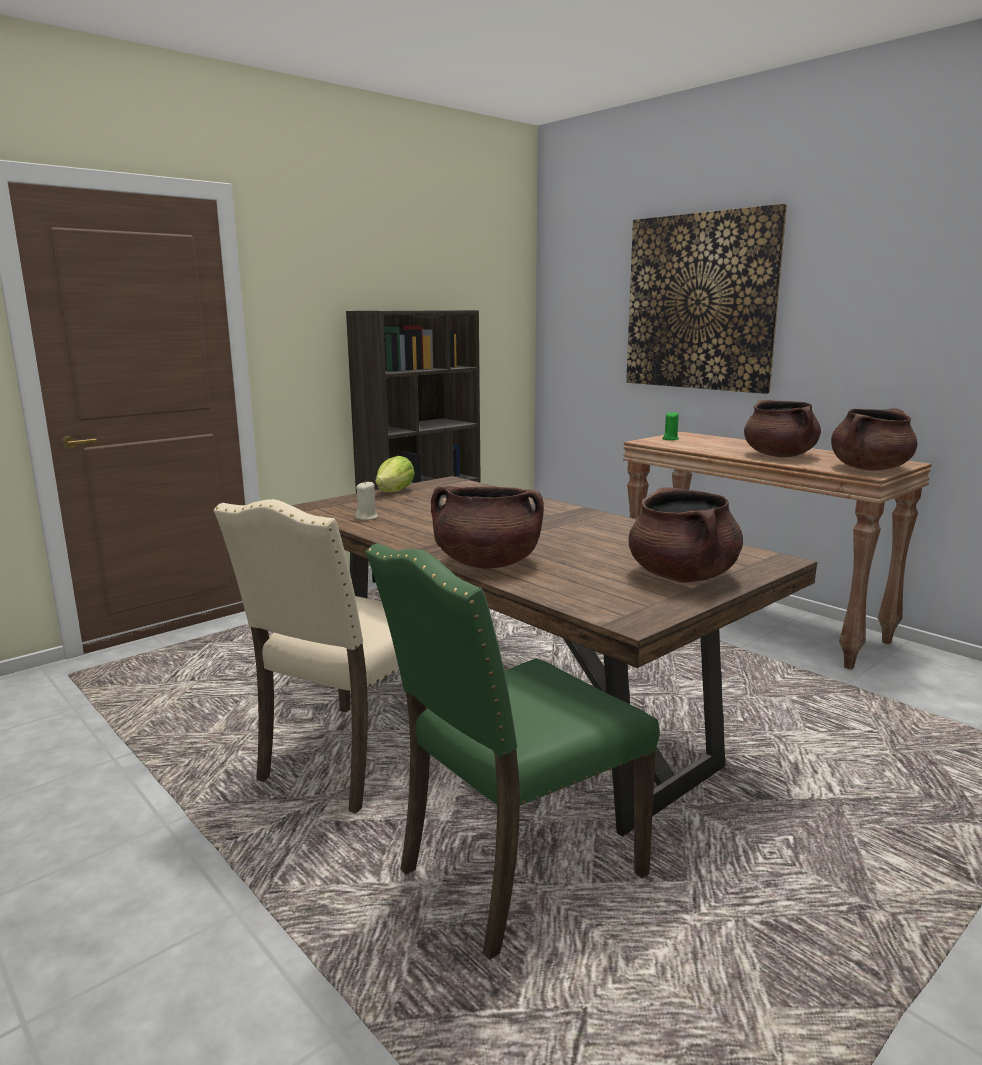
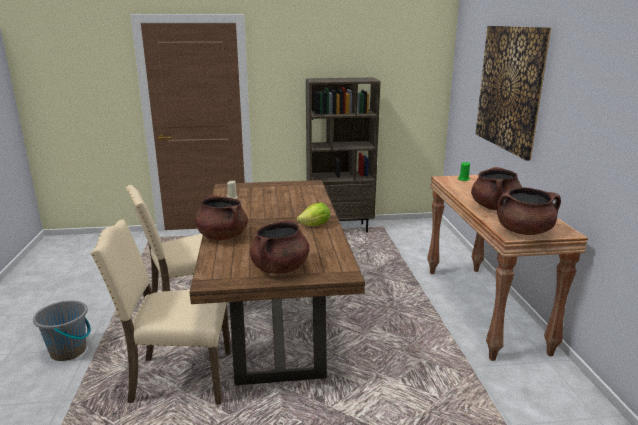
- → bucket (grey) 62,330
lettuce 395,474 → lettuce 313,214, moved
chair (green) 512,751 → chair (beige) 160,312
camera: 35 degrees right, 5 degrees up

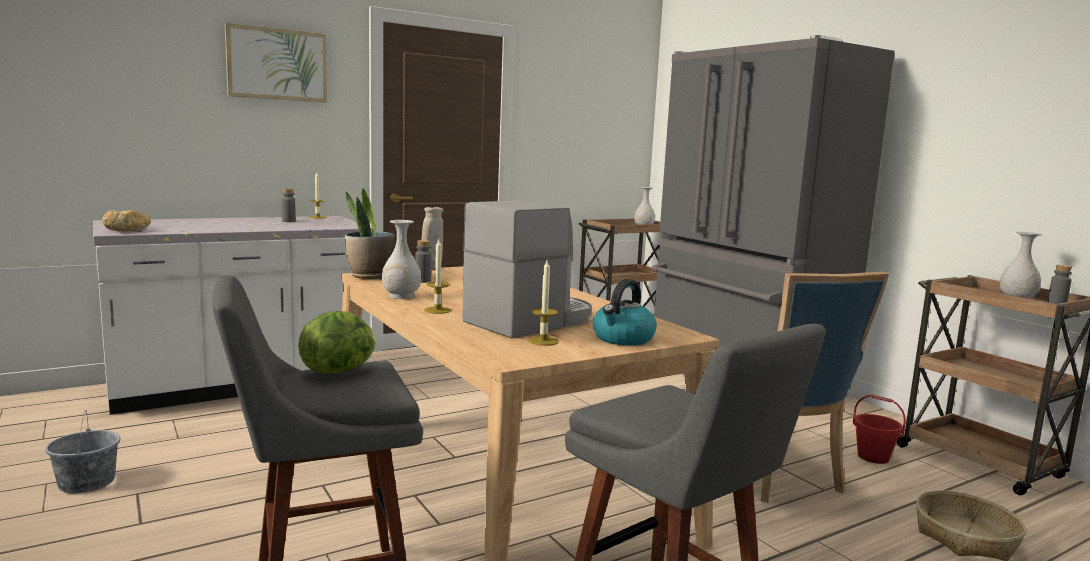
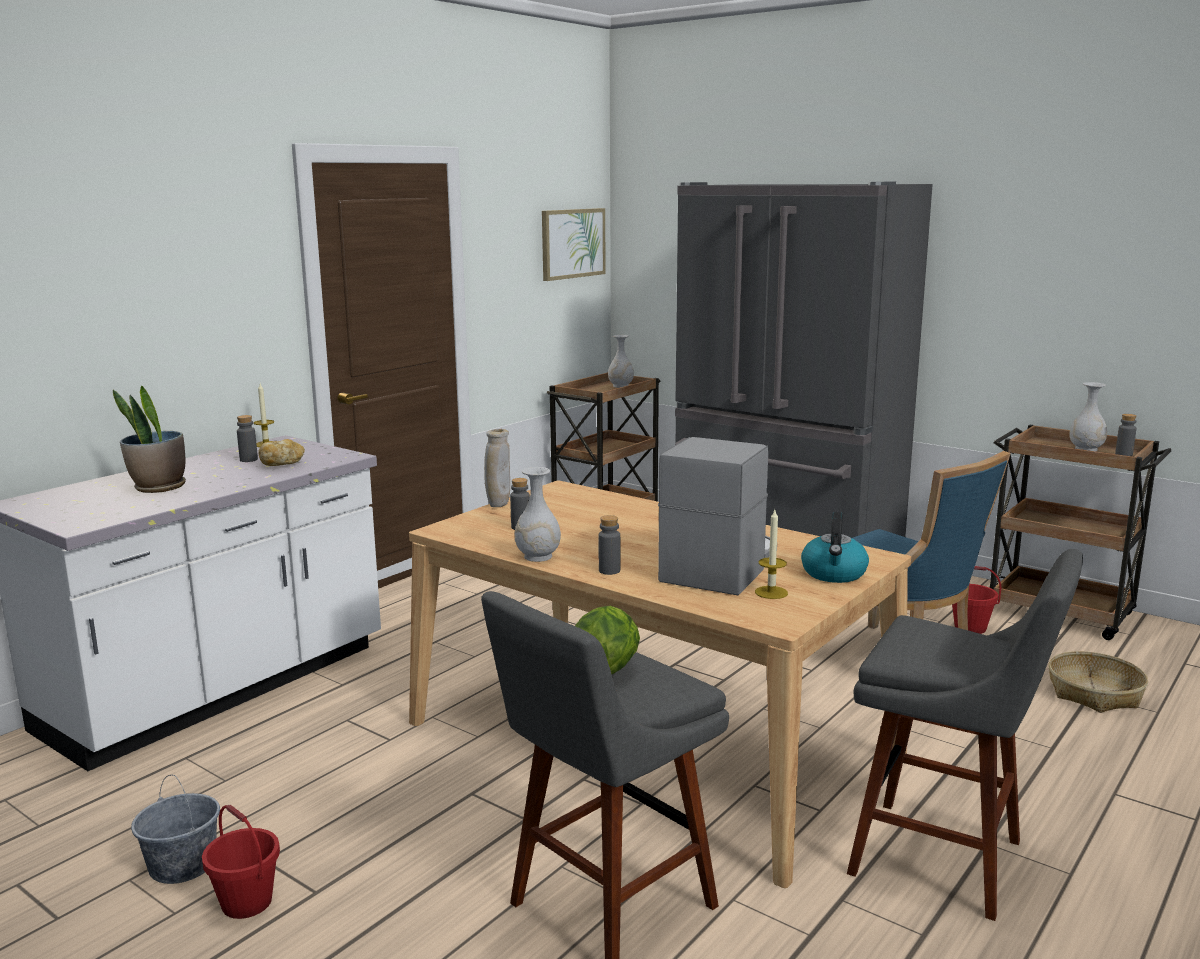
- → bucket (red) 241,862
bread 126,220 → bread 281,452, moved
picture 276,62 → picture 574,244, moved
potted plant 370,233 → potted plant 149,439, moved
candle 437,277 → bottle (grey) 609,545
camera: 20 degrees left, 5 degrees up

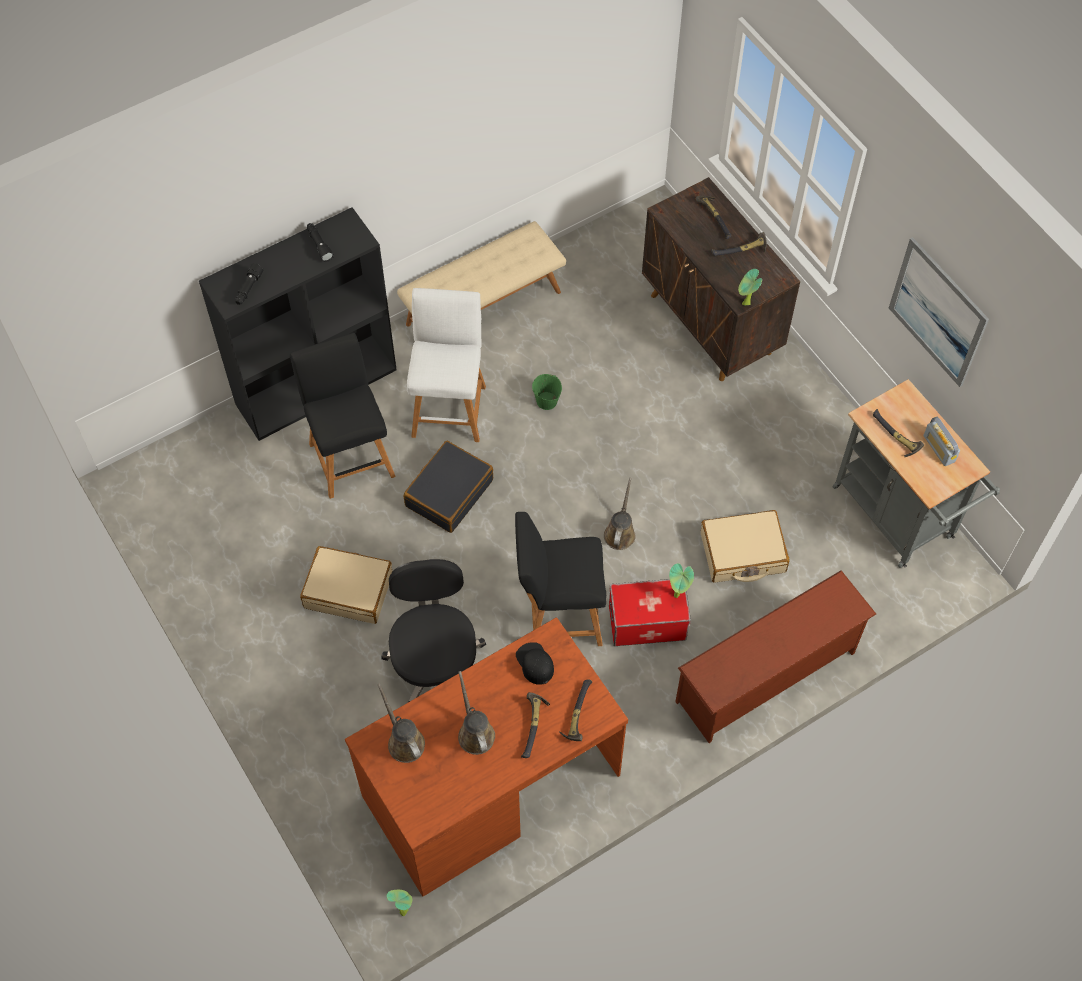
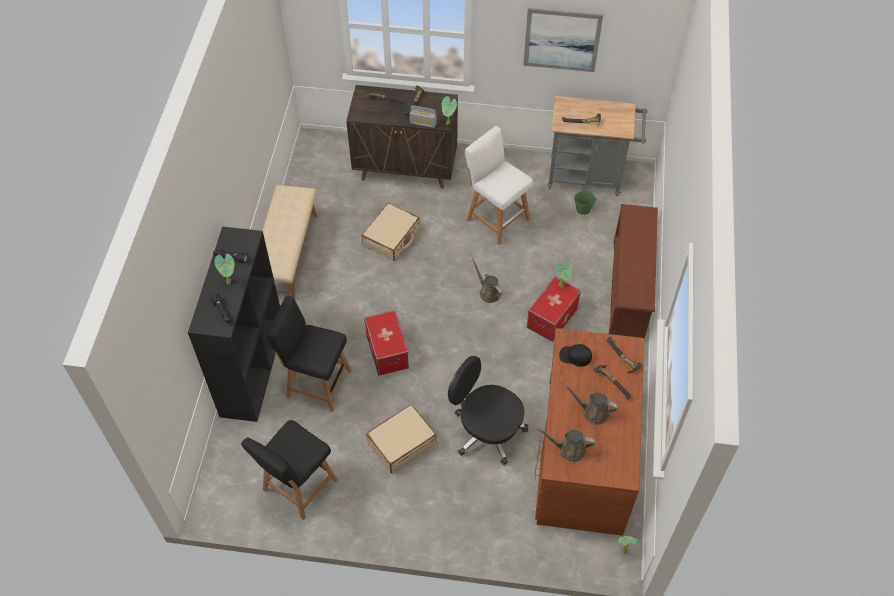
- → potted plant 224,269
stool (white) 446,365 → stool (white) 499,185, moved
stool (black) 560,579 → stool (black) 289,470, moved
bucket (green) 547,392 → bucket (green) 585,201, moved
suitcase (beige) 745,546 → suitcase (beige) 391,232, moved
radio 942,441 → radio 423,116, moved
suitcase (black) 448,487 → storage box 386,343
camera: 50 degrees left, 5 degrees down

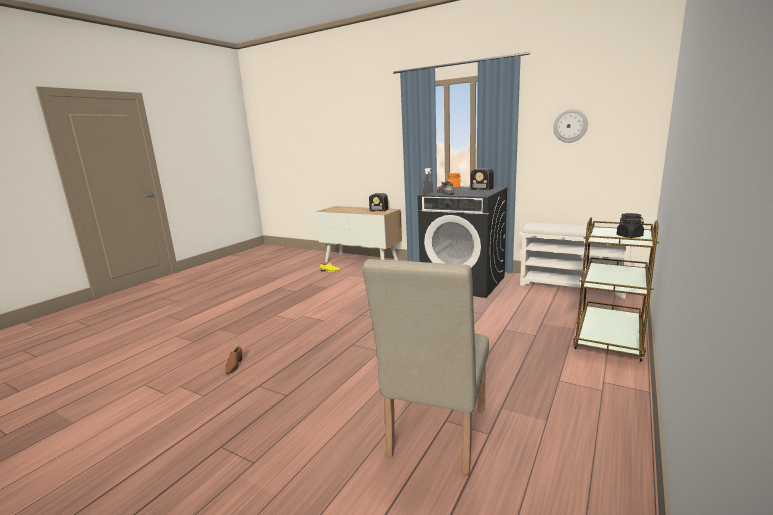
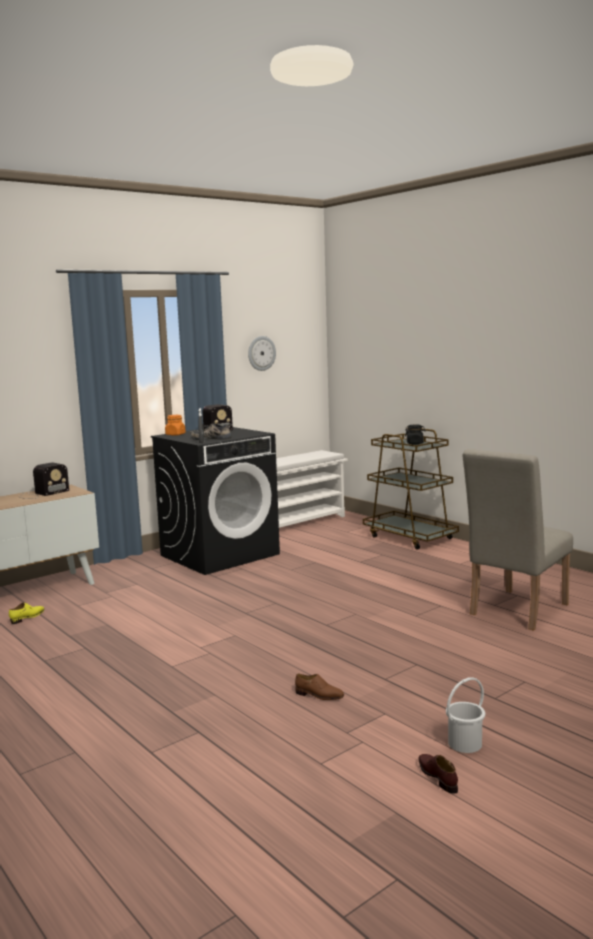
- → shoe (brown) 438,774
- → bucket (white) 465,715
chair (beige) 425,367 → chair (beige) 517,540, 90 degrees clockwise
camera: 70 degrees left, 5 degrees down

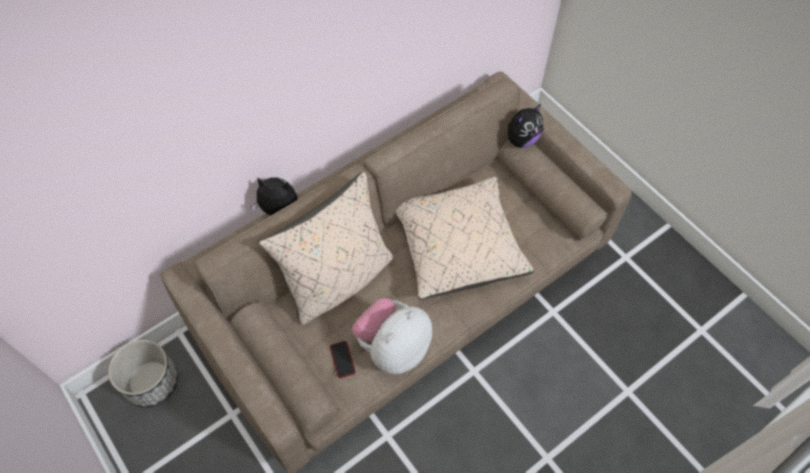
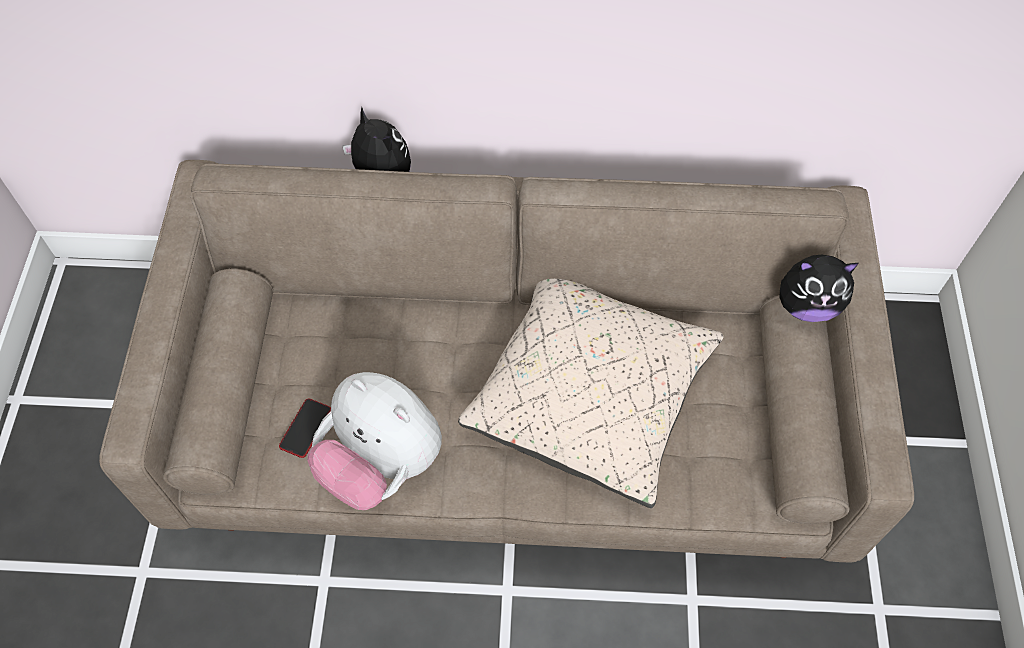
planter 143,374 → -
pillow (beige) 326,248 → -
plush toy 392,336 → plush toy 374,441, 135 degrees counterclockwise
camera: 40 degrees right, 0 degrees up

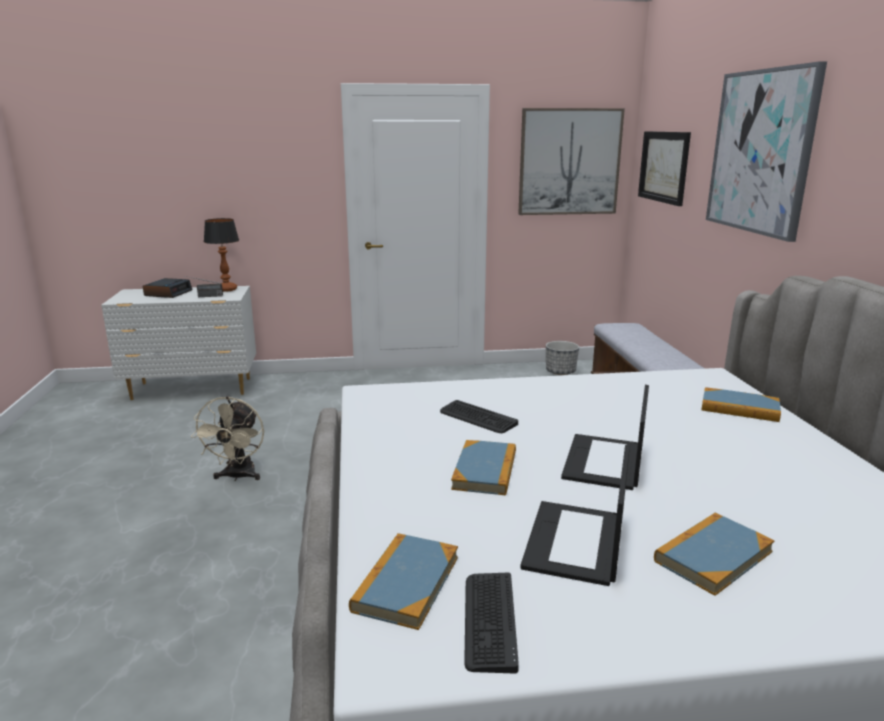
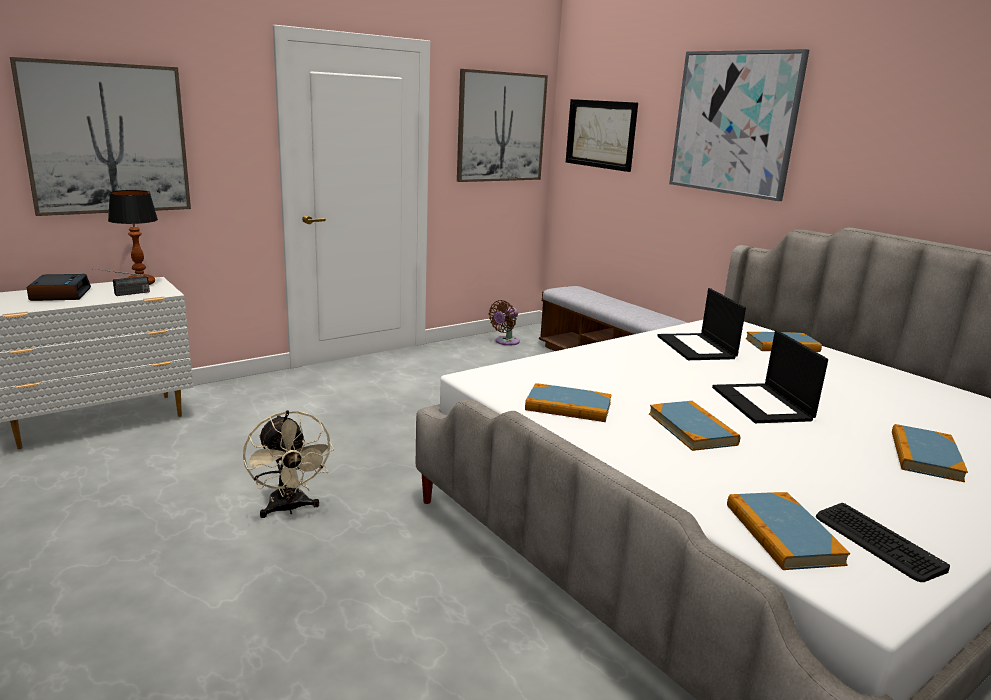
keyboard 479,416 → -
- → picture 100,136
- → book 568,402
laptop 575,515 → laptop 701,324, moved
planter 562,358 → fan (brown) 504,323
camera: 30 degrees left, 0 degrees up

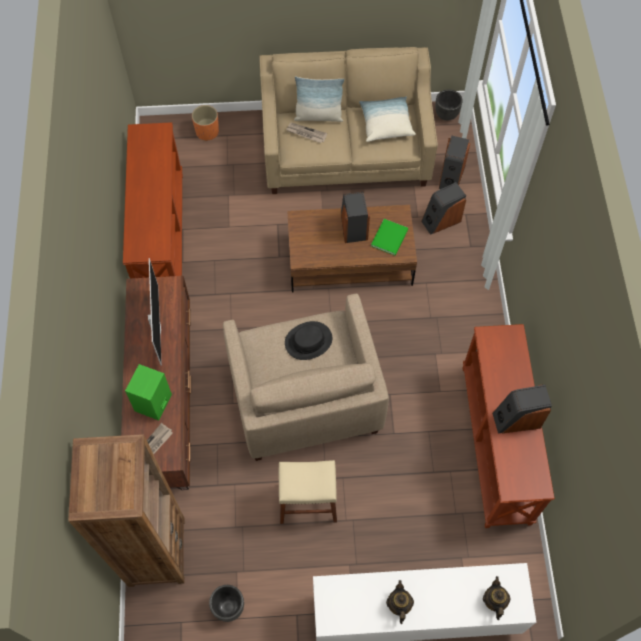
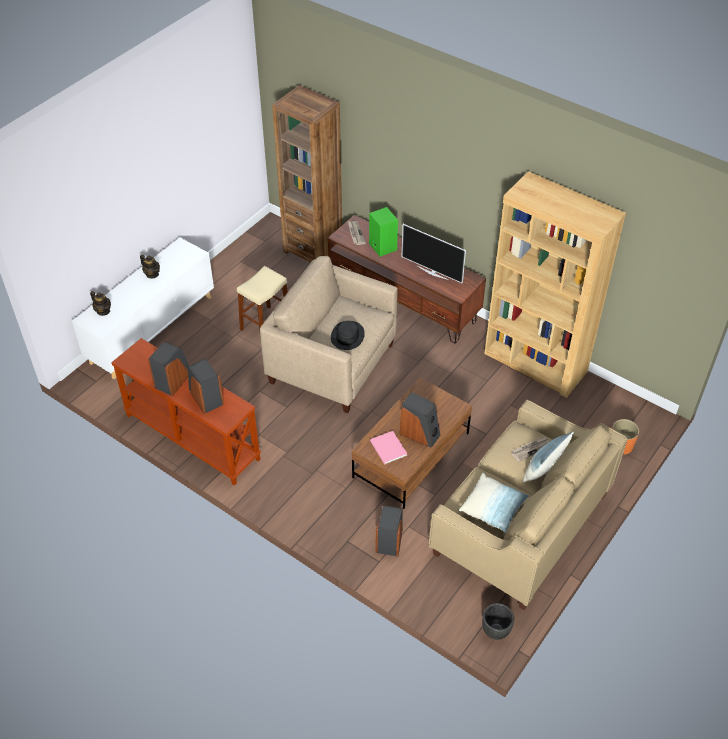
planter (black) 226,603 → -
speaker 455,162 → speaker 205,386, moved
console table (brown) 153,200 → bookcase (brown) 555,284
book (green) 389,237 → book (pink) 388,447
camera: 130 degrees right, 15 degrees down

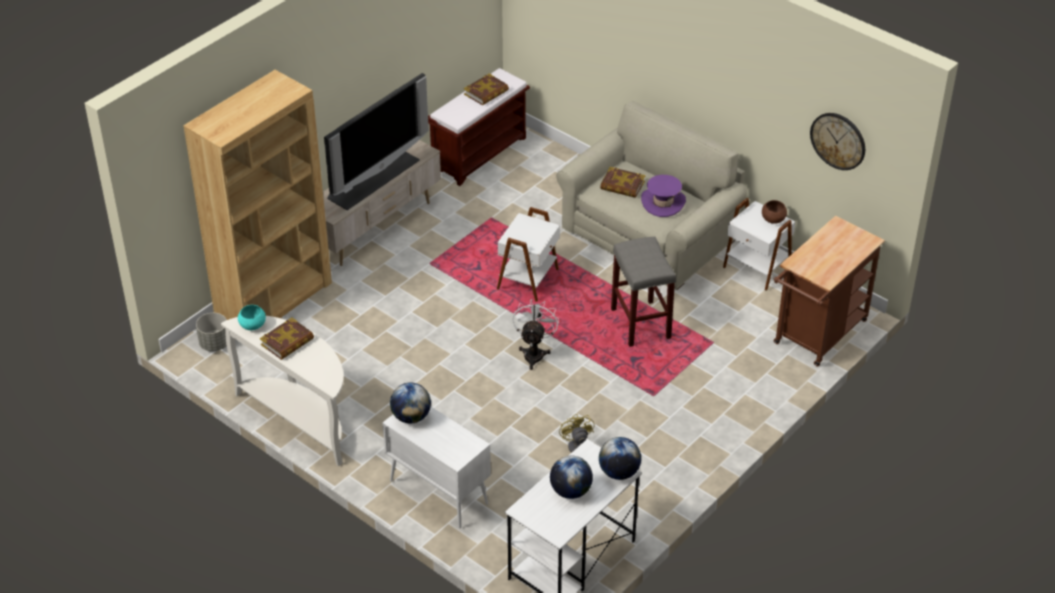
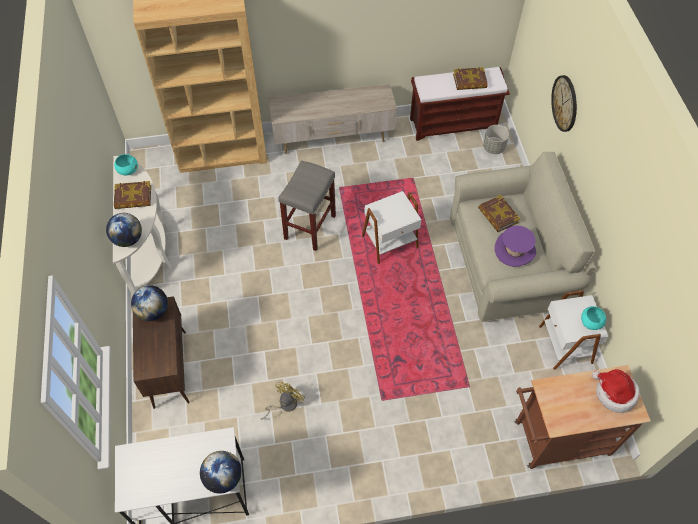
television 376,141 → -
fan (white) 536,335 → -
- → hat 616,391
planter (grey) 211,332 → planter (grey) 496,139, moved
globe 571,477 → globe 124,230, moved
stool (grey) 643,291 → stool (grey) 307,205, moved
wall clock 837,141 → wall clock 564,103, moved
cabinet (white) 436,467 → cabinet (brown) 161,352
bowl (brown) 774,212 → bowl (turquoise) 593,318
camera: 40 degrees right, 15 degrees up

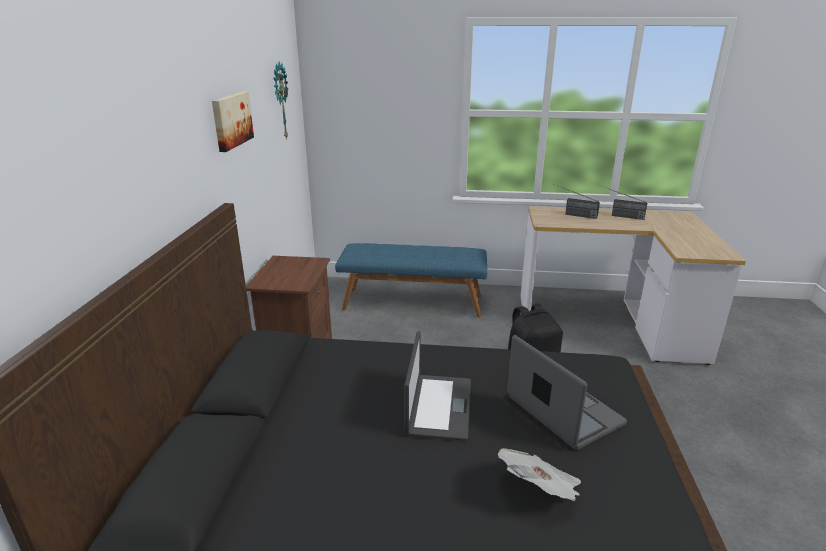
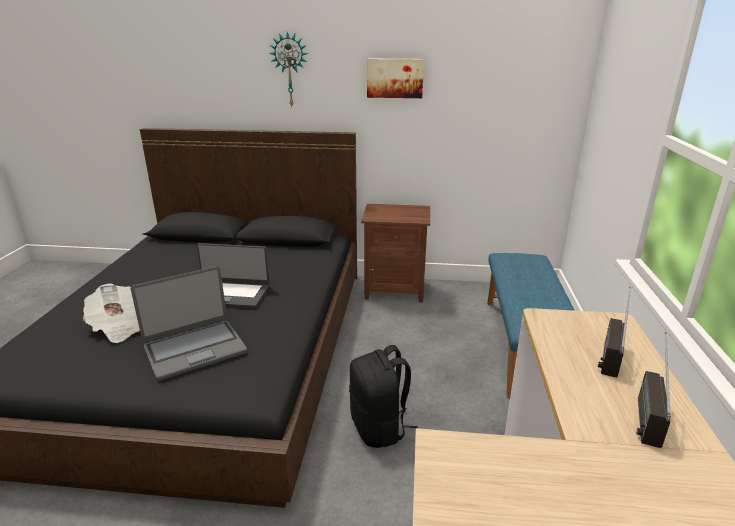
wall clock 280,101 → wall clock 288,69, moved
camera: 90 degrees right, 0 degrees up

